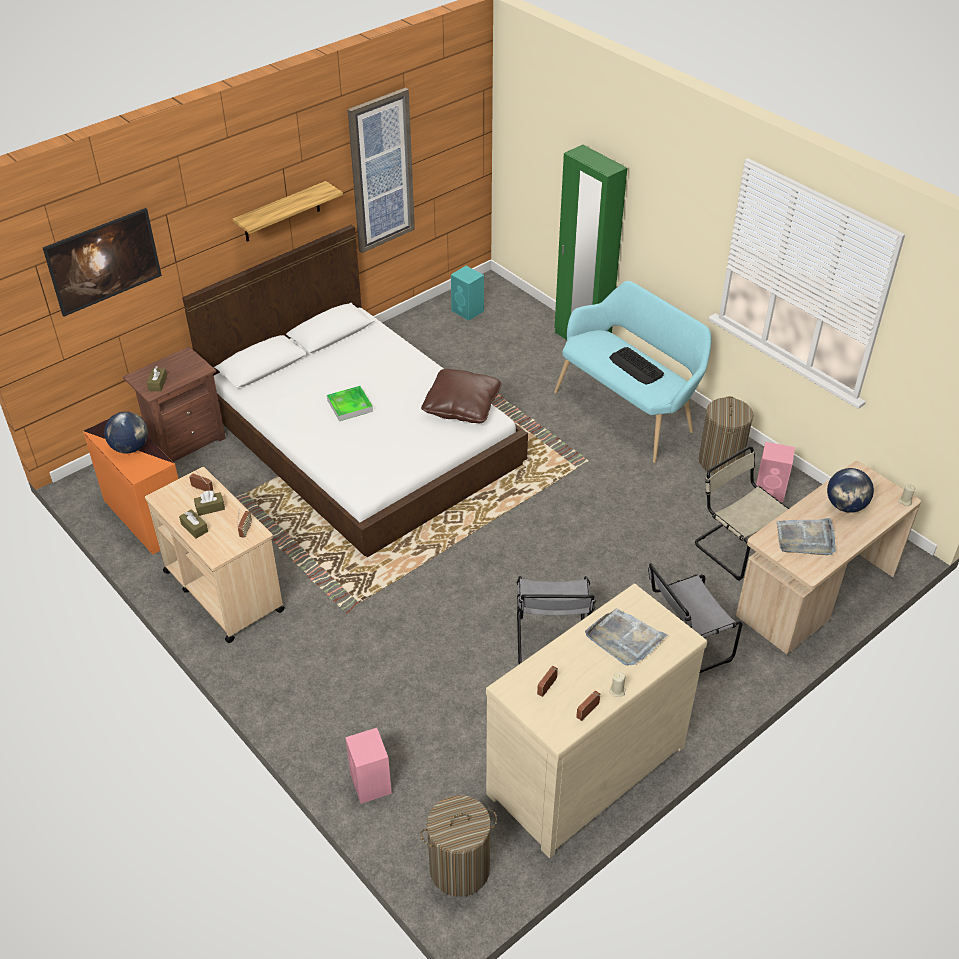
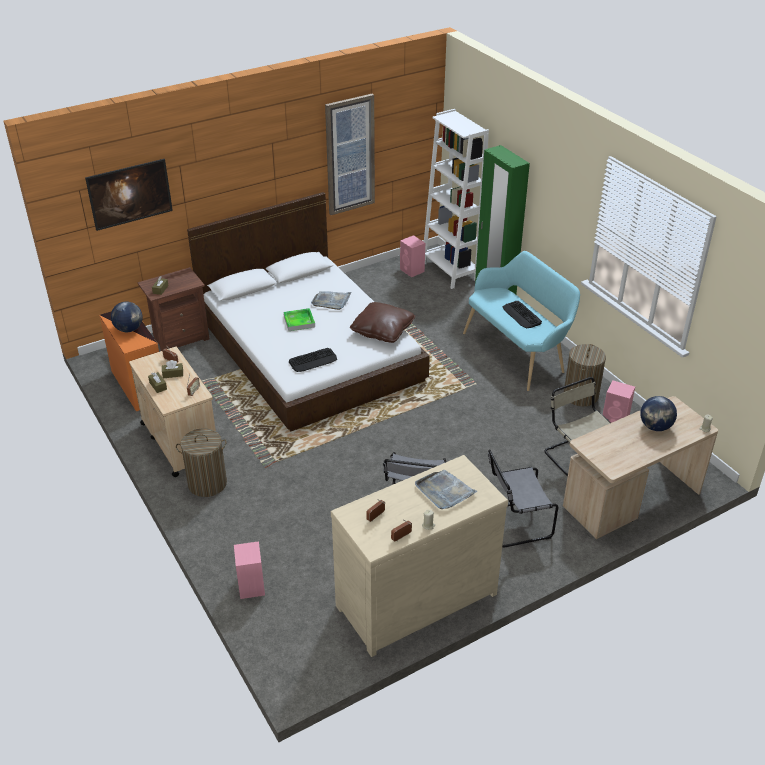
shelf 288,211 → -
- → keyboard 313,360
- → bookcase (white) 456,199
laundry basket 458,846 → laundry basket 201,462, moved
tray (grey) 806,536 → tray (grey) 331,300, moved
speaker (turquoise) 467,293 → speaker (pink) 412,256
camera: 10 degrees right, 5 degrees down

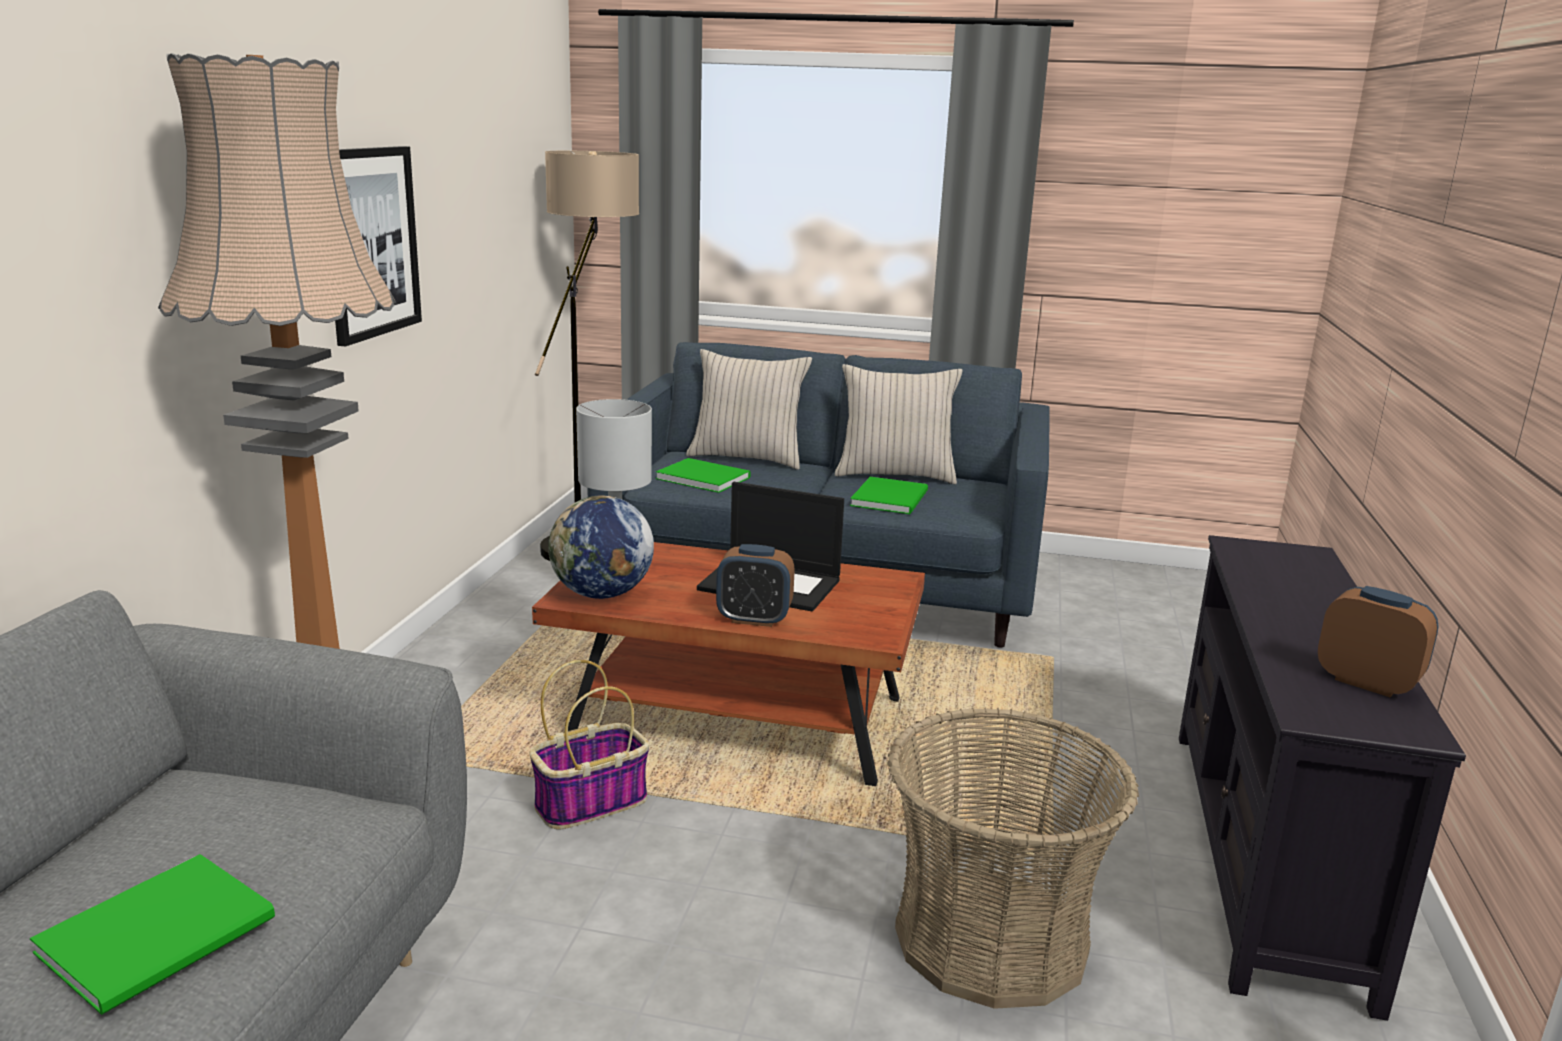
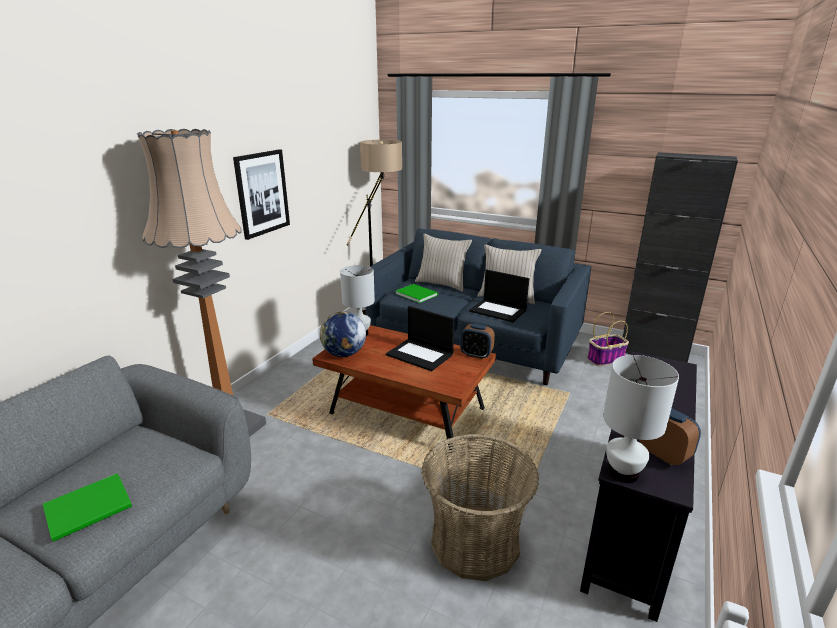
- → table lamp (white) 641,419
- → cabinet (black) 680,257
basket 589,745 → basket 608,339, moved
alarm clock 755,585 → alarm clock 477,341, moved
book (green) 889,495 → laptop 499,295
camera: 15 degrees right, 5 degrees up

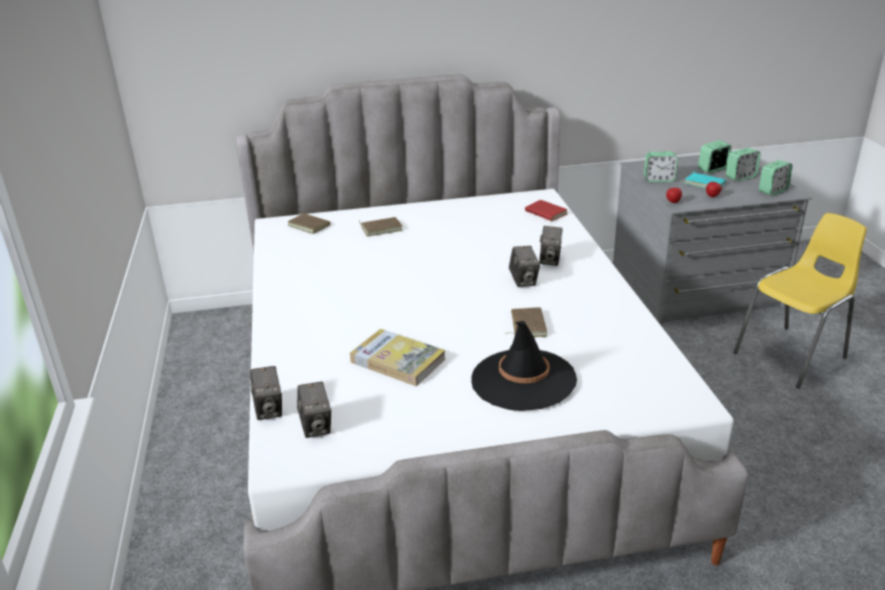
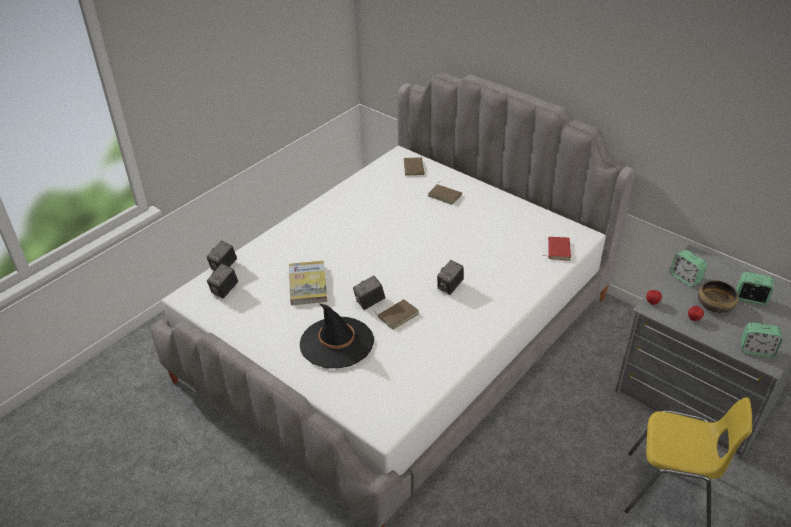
alarm clock 743,164 → -
photo camera 551,246 → photo camera 369,292, moved
book (turquoise) 705,180 → bowl 718,296
camera: 50 degrees right, 10 degrees up

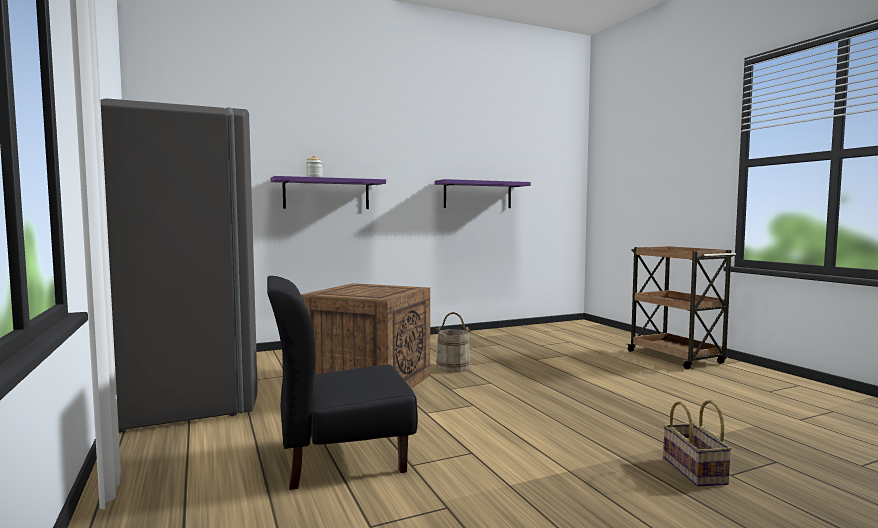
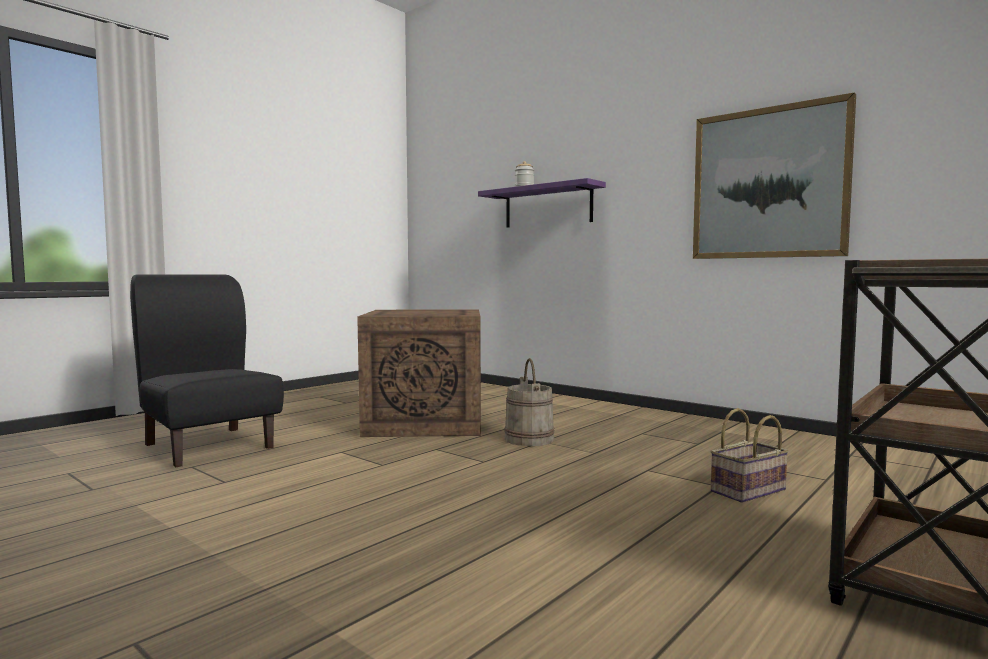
fridge (grey) 179,265 → -
basket 697,443 → basket 750,455, moved
shelf (purple) 483,193 → picture 774,175
camera: 65 degrees right, 0 degrees up

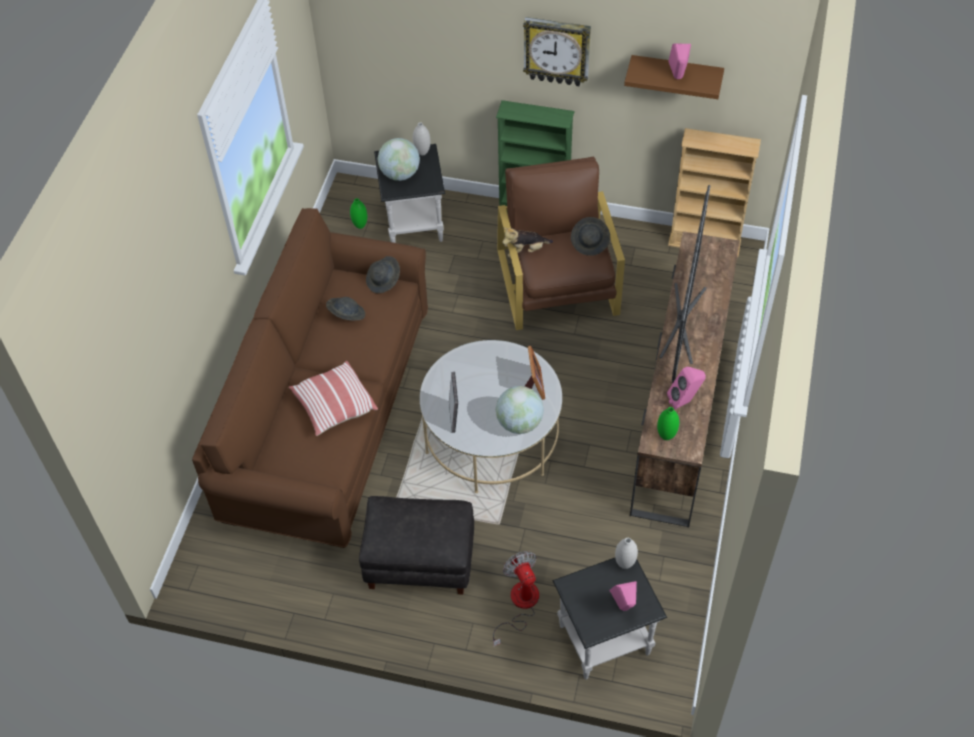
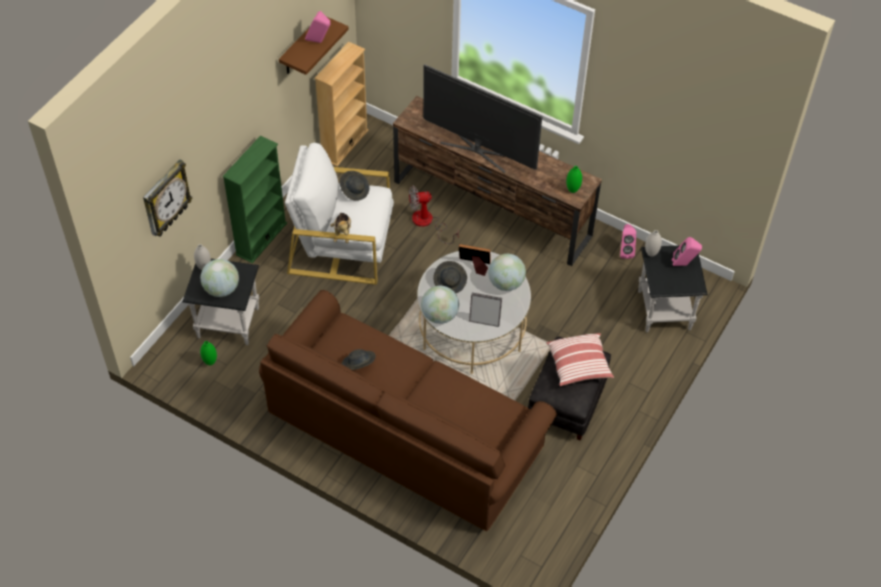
- → globe 440,305
pillow 333,398 → pillow 580,359, moved
hat (grey) 383,274 → hat (grey) 450,277, moved
fan 516,598 → fan 434,215, moved
wall clock 557,51 → wall clock 167,197, moved
speaker (pink) 686,388 → speaker (pink) 628,241, moved
armchair (brown) 561,243 → armchair (white) 339,214
camera: 75 degrees left, 0 degrees up

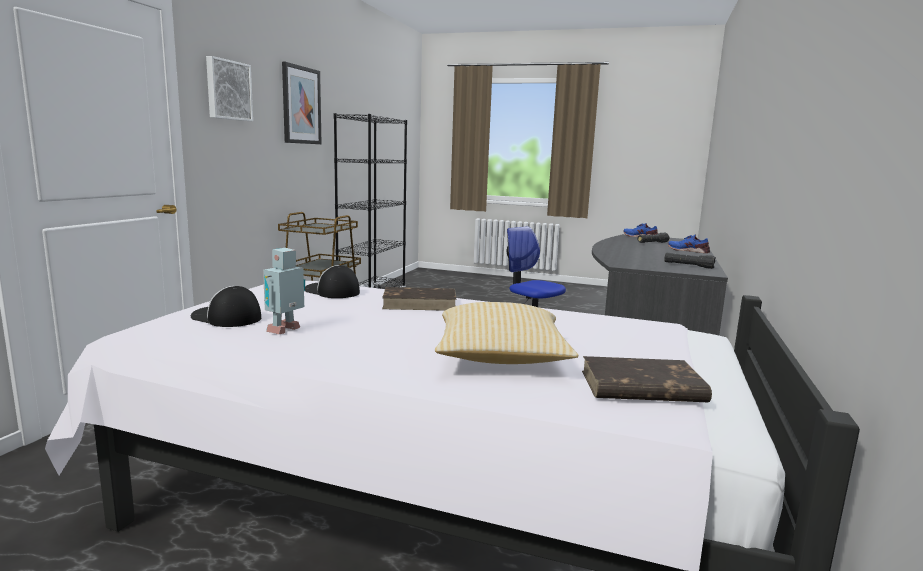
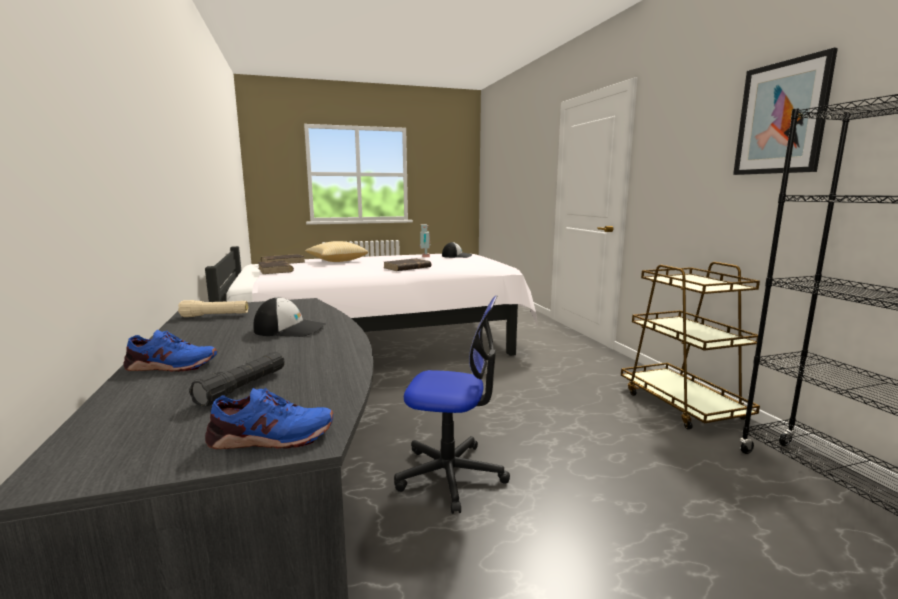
picture 229,88 → -
- → book (brown) 276,267
cap 332,281 → cap 289,317, moved
flashlight (black) 690,261 → flashlight (beige) 213,308
camera: 145 degrees right, 0 degrees up

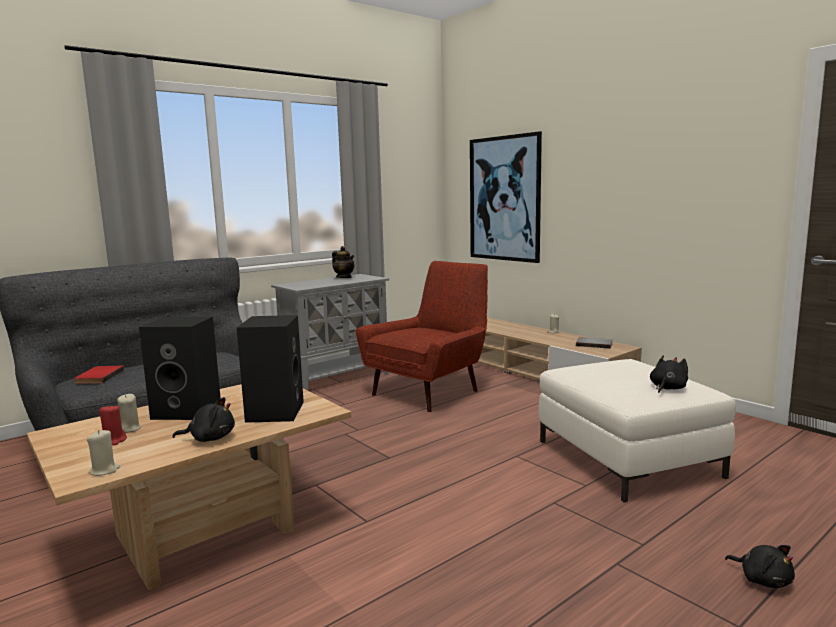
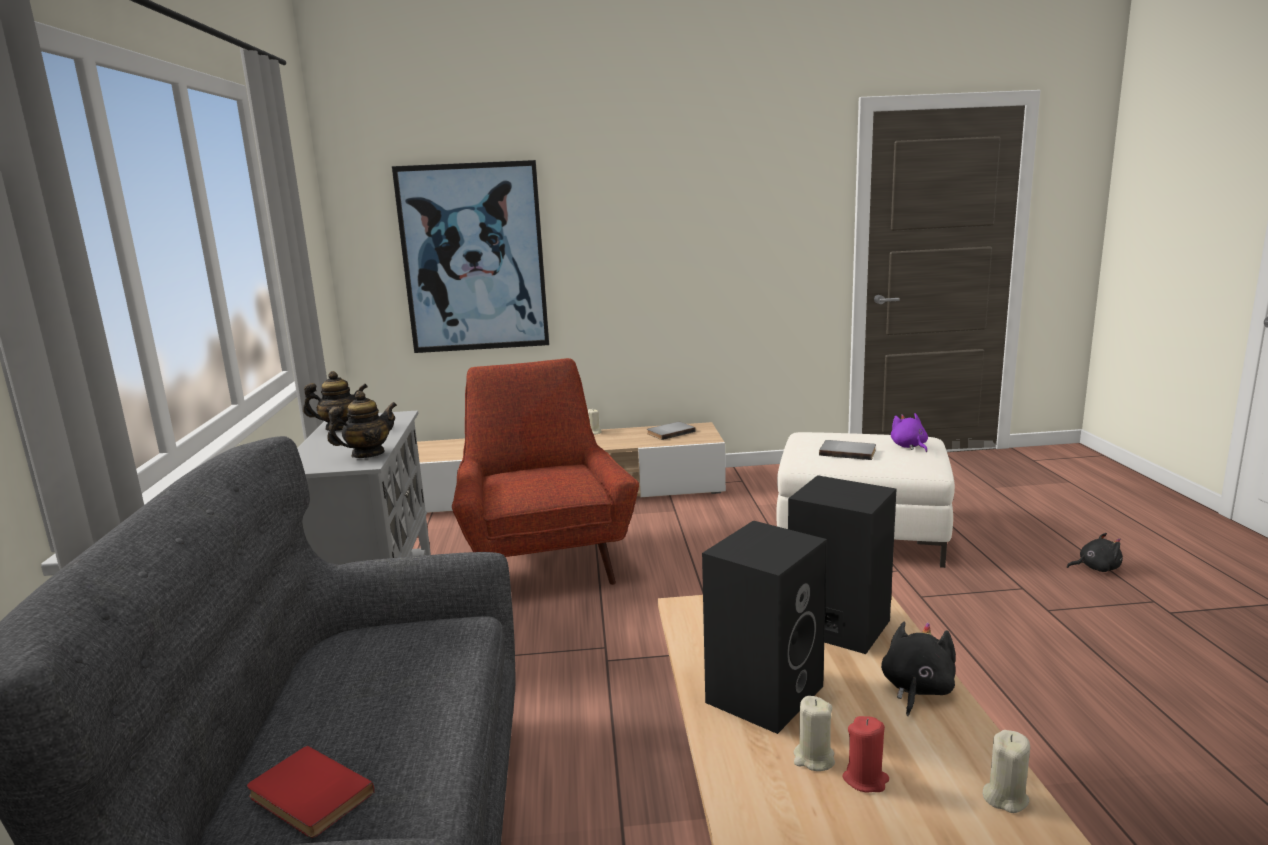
- → teapot 362,424
- → book (grey) 847,450
plush toy (black) 669,374 → plush toy (purple) 909,432
camera: 55 degrees left, 5 degrees up

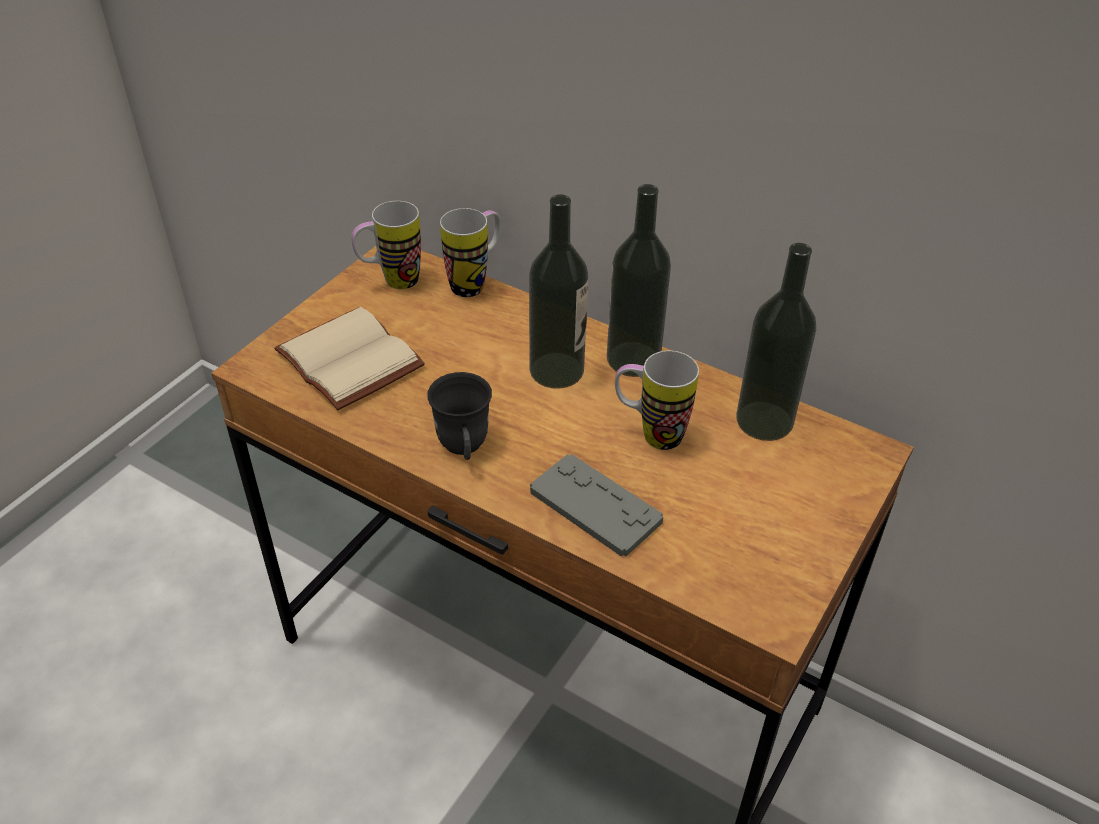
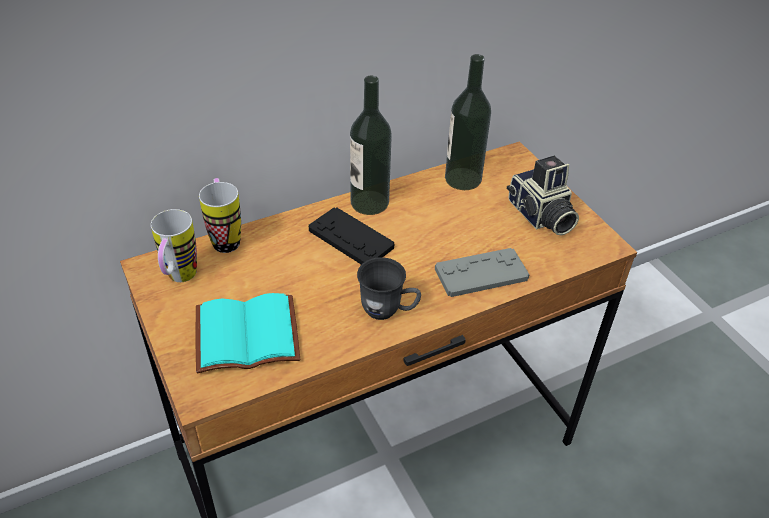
mug 657,400 → -
- → photo camera 543,196
bottle 559,291 → game controller (black) 351,236
book (beige) 349,358 → book (turquoise) 247,333
camera: 60 degrees left, 0 degrees up

